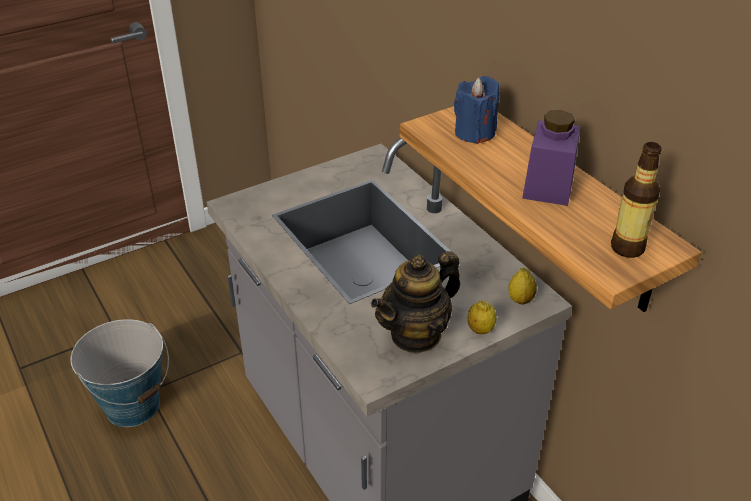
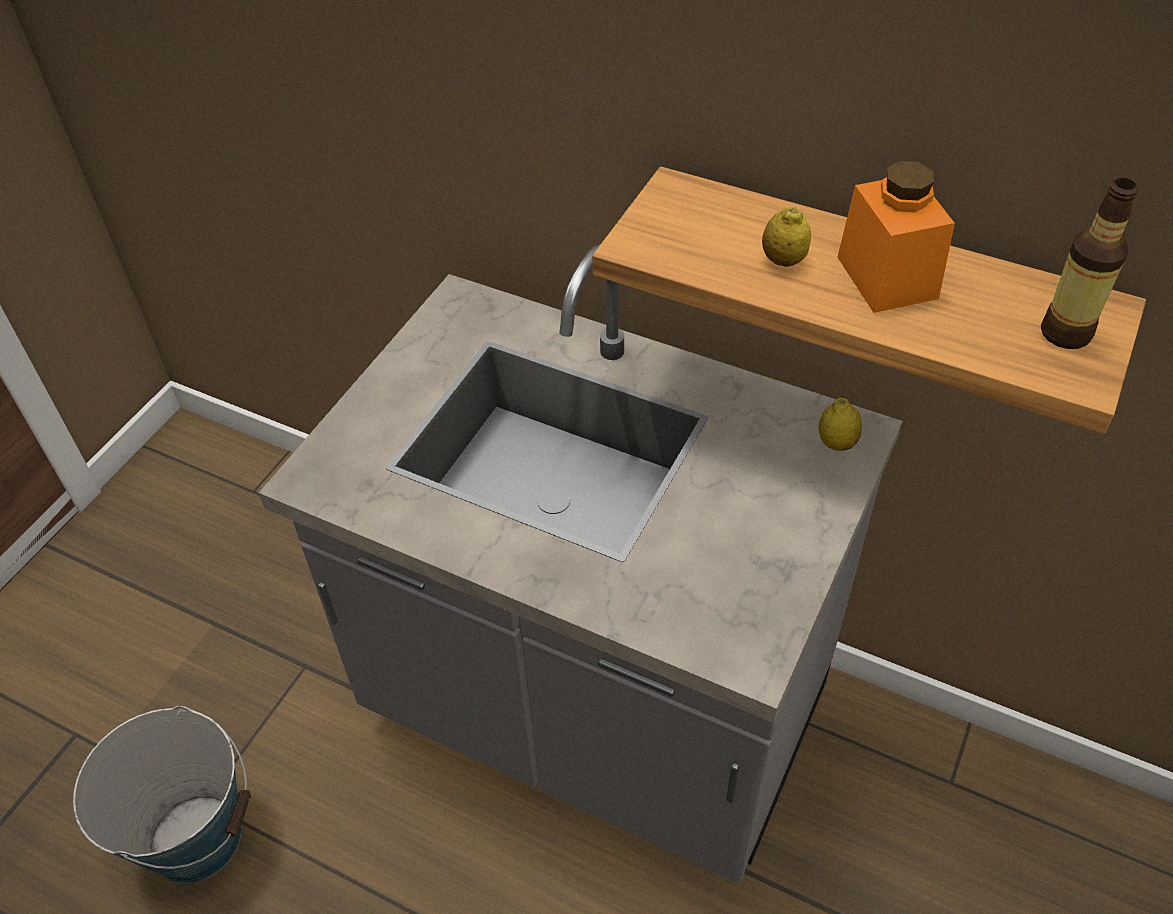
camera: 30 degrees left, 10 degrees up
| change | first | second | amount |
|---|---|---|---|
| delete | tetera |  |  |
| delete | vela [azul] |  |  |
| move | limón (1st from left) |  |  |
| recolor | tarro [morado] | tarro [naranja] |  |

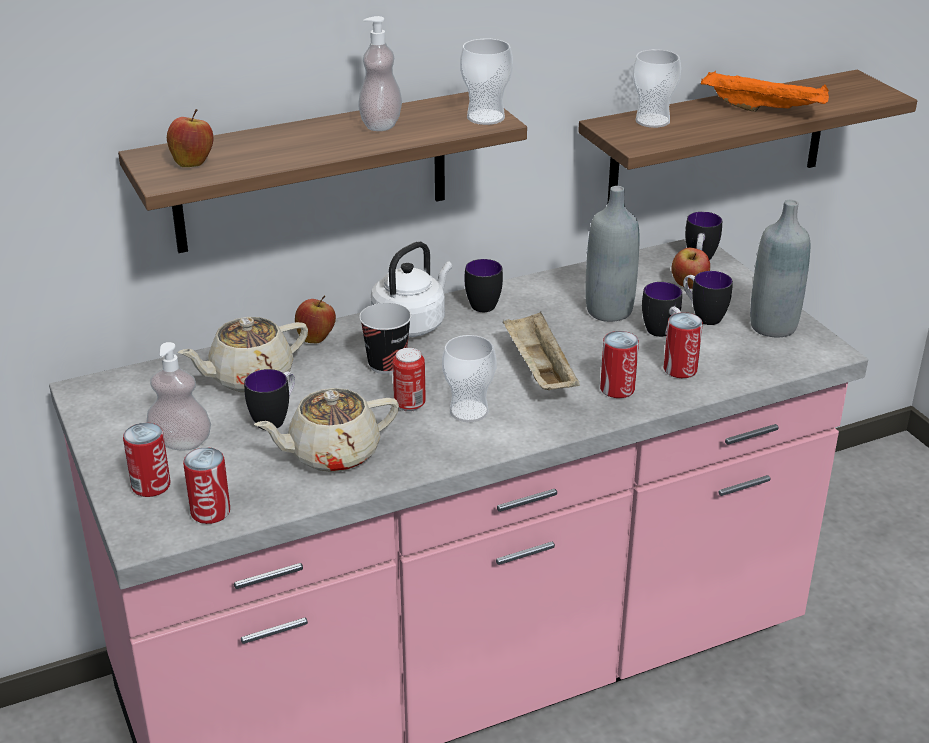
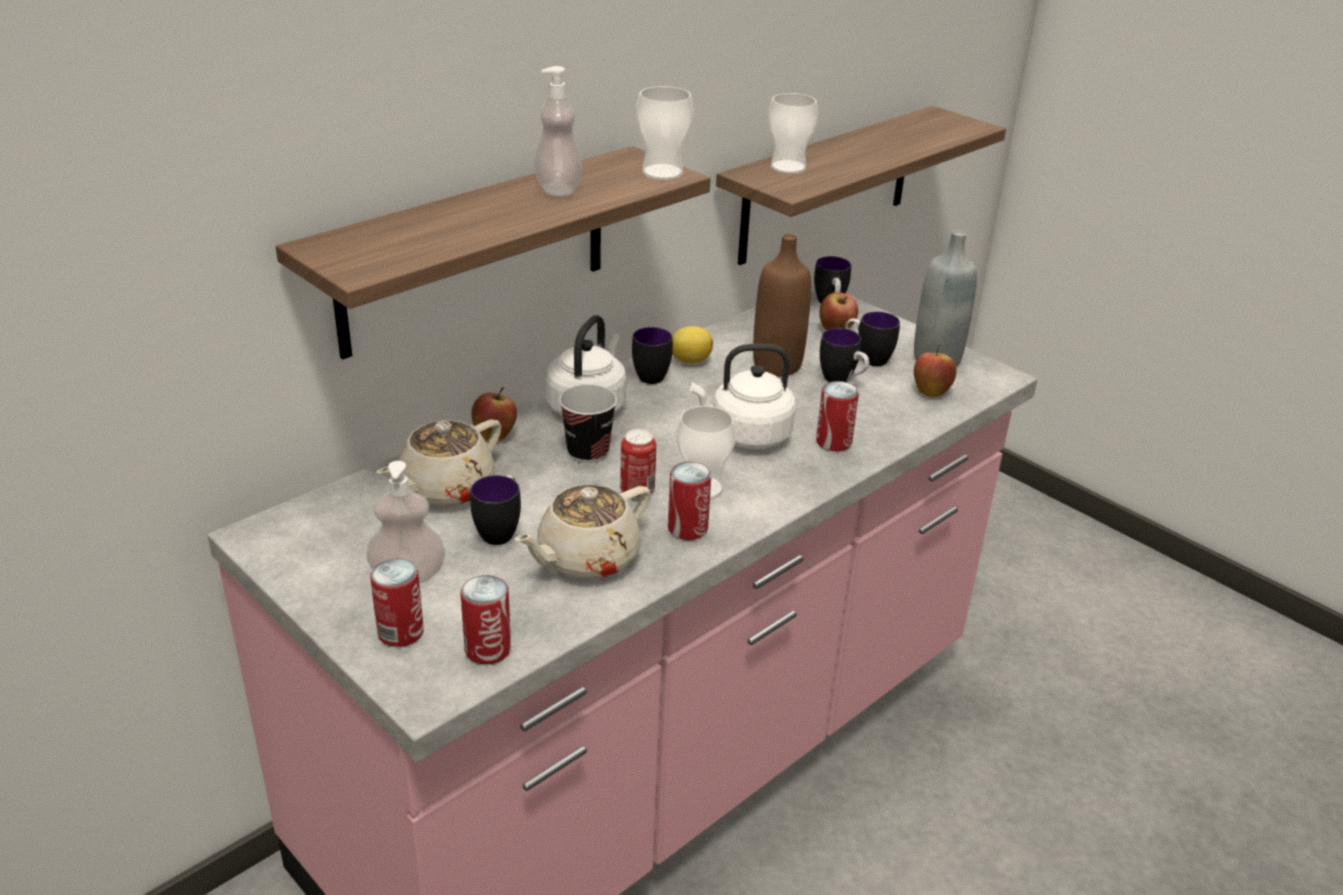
camera: 20 degrees left, 0 degrees up
| change | first | second | amount |
|---|---|---|---|
| move | manzana (1st from left in the first image) | manzana (3rd from left) |  |
| replace | bandeja [beis] | hervidor [blanco] (2nd from left) |  |
| recolor | botella [gris] (1st from left) | botella [marrón] |  |
| move | lata (5th from left in the first image) | lata (4th from left) |  |
| delete | bandeja [naranja] |  |  |
| insert |  | limón |  |

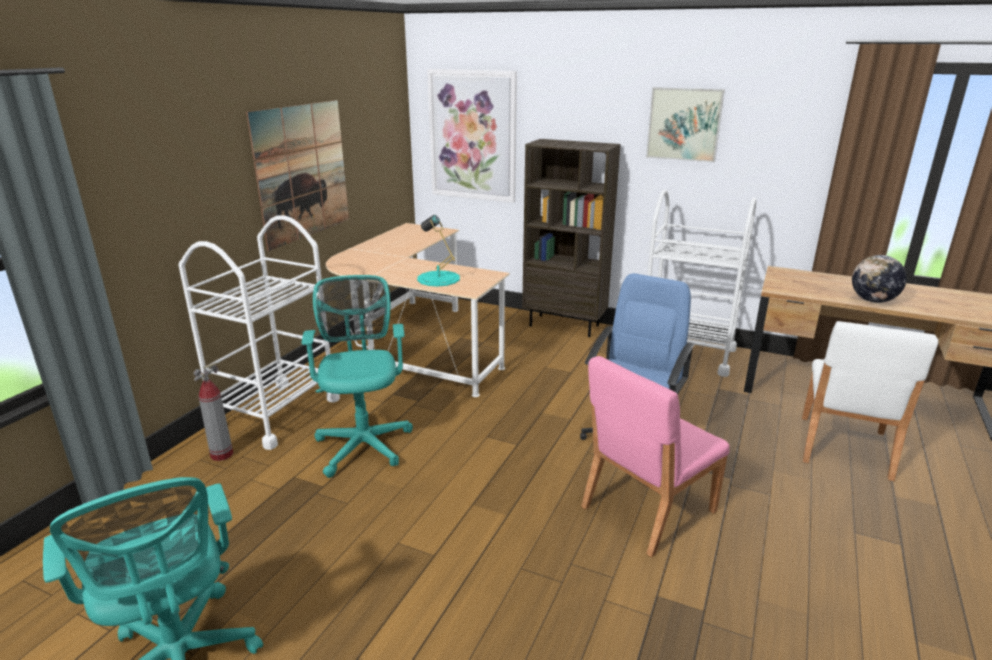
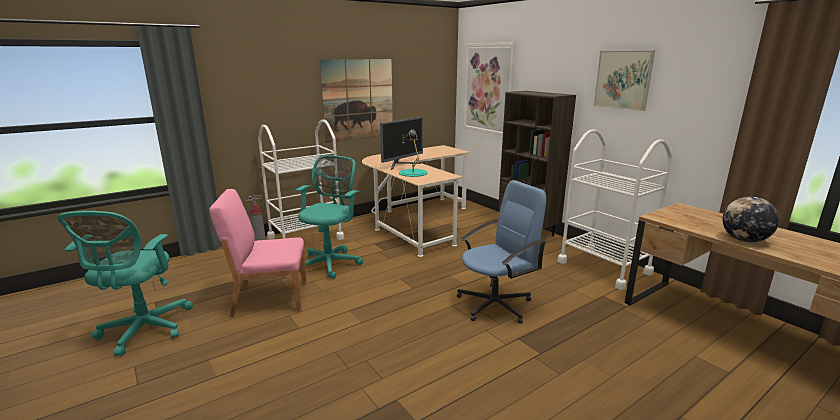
camera: 30 degrees right, 5 degrees down
| change | first | second | amount |
|---|---|---|---|
| move | silla [rosa] |  |  |
| delete | silla [blanco] |  |  |
| insert |  | monitor |  |

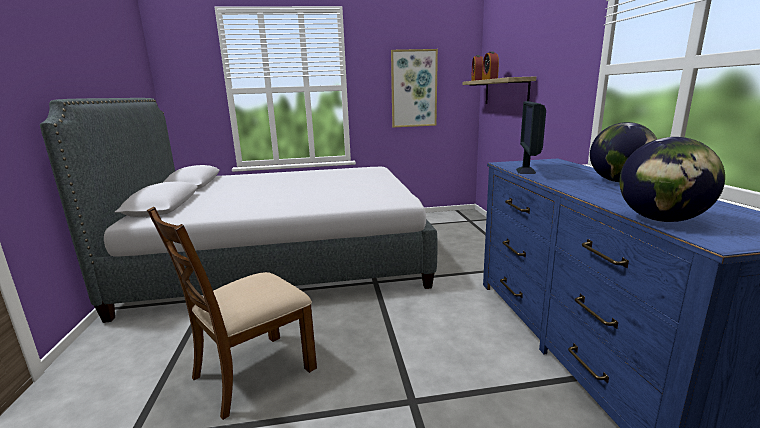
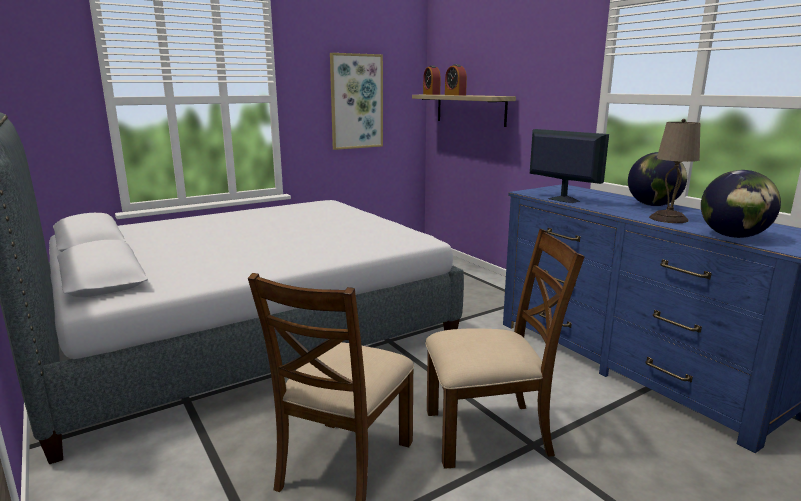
camera: 25 degrees left, 0 degrees up
| change | first | second | amount |
|---|---|---|---|
| rotate | monitor |  | 150 degrees clockwise |
| insert |  | silla [marrón] (2nd from left) |  |
| insert |  | lámpara de mesa [beis] |  |

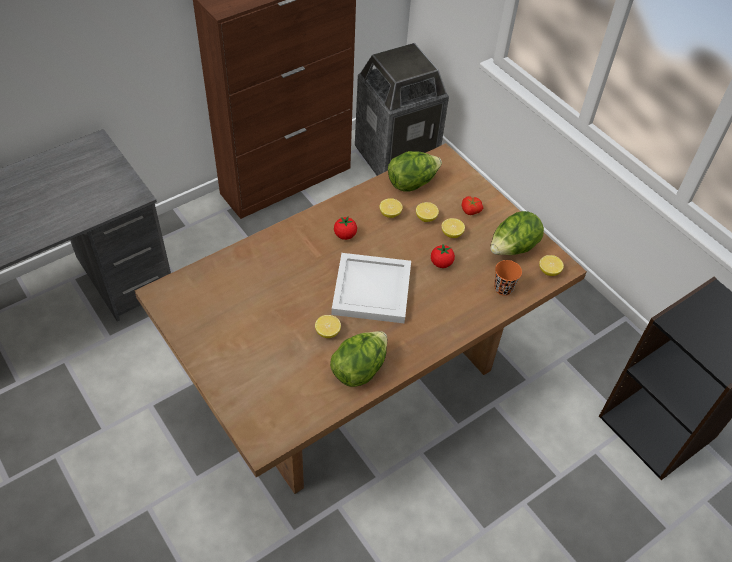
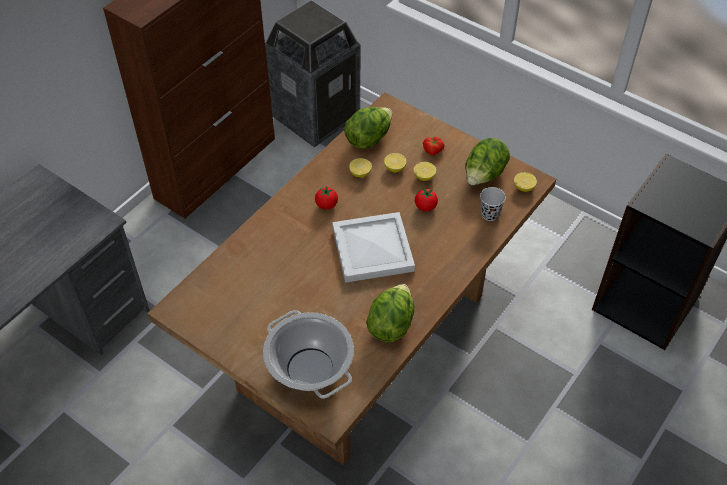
camera: 15 degrees left, 0 degrees up
| change | first | second | amount |
|---|---|---|---|
| delete | limón (1st from left) |  |  |
| recolor | taza [naranja] | taza [negro] |  |
| insert |  | olla |  |

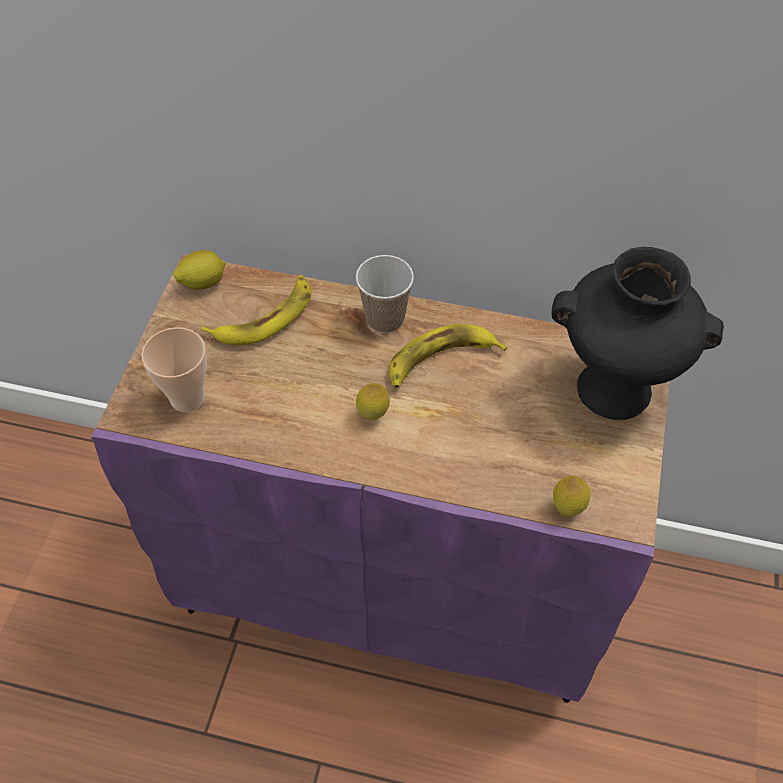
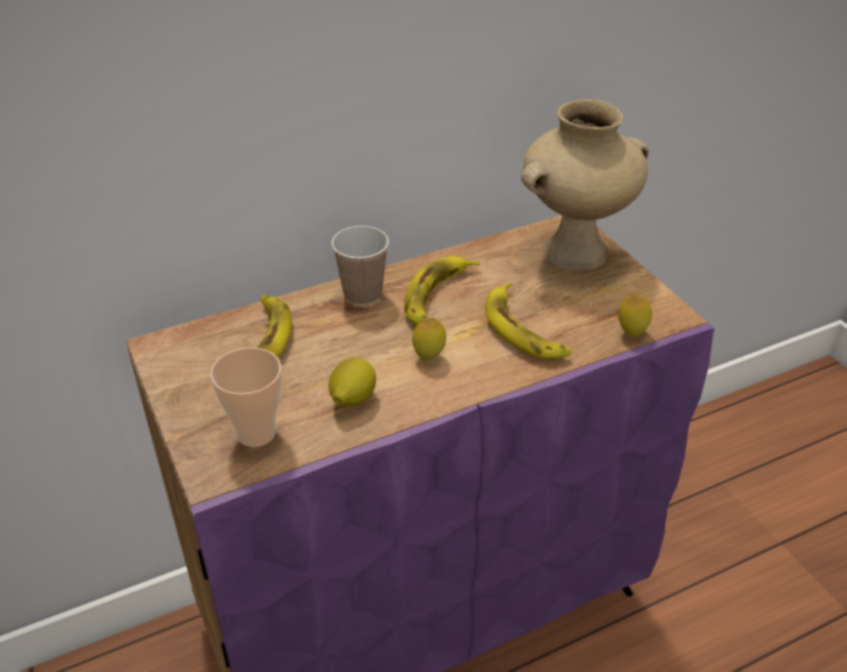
camera: 40 degrees left, 15 degrees down
| change | first | second | amount |
|---|---|---|---|
| move | limón (1st from left) |  |  |
| recolor | florero [negro] | florero [beis] |  |
| insert |  | plátano (3rd from left) |  |

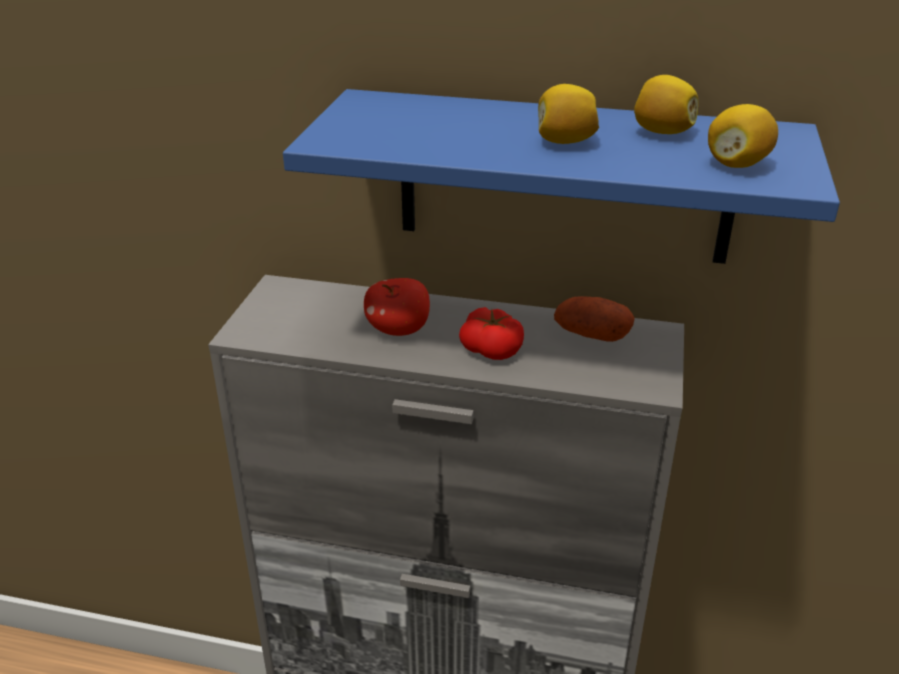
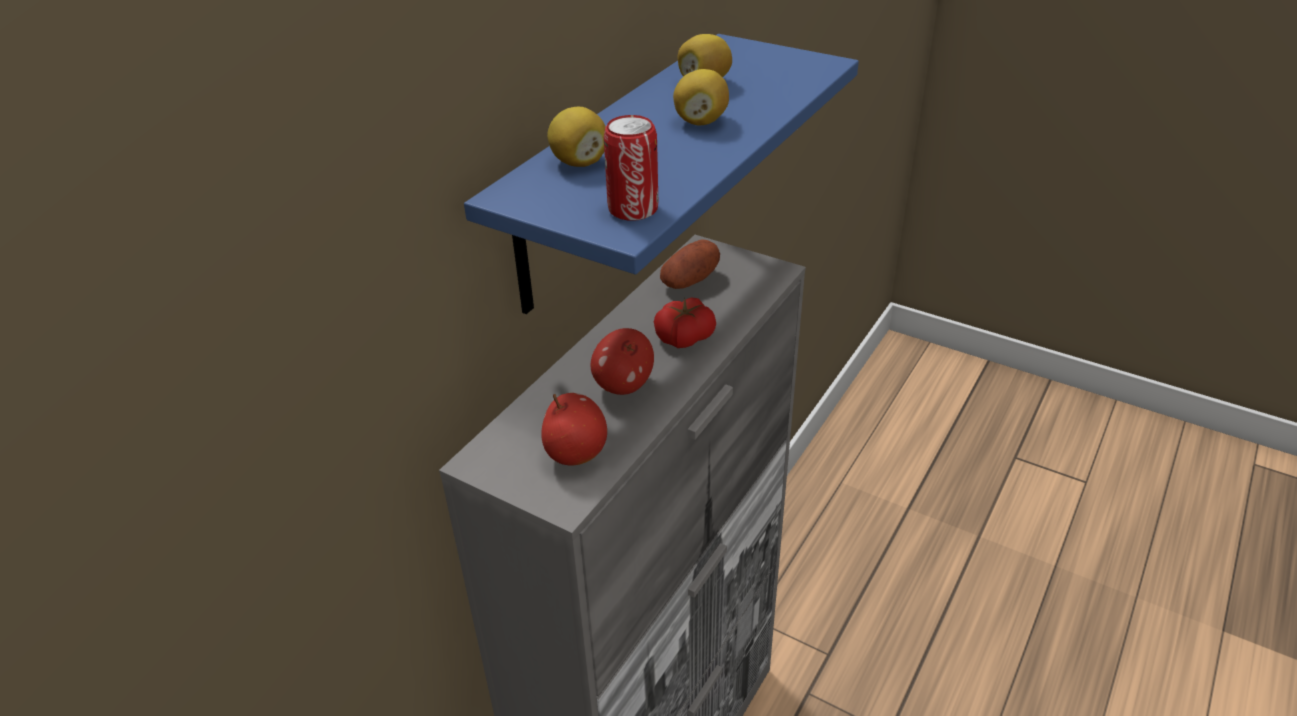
camera: 70 degrees left, 5 degrees up
| change | first | second | amount |
|---|---|---|---|
| move | limón (3rd from left in the first image) | limón (1st from left) |  |
| insert |  | manzana (1st from left) |  |
| insert |  | lata |  |

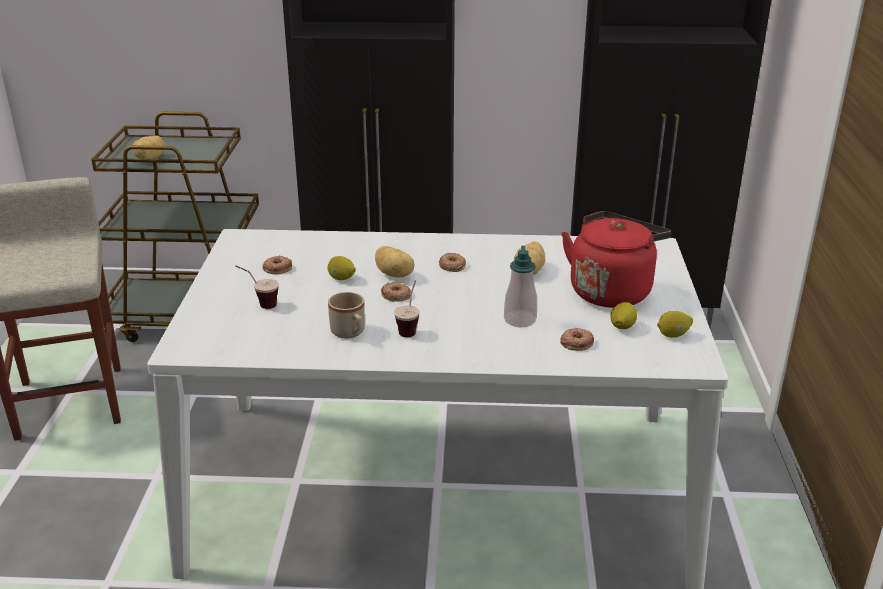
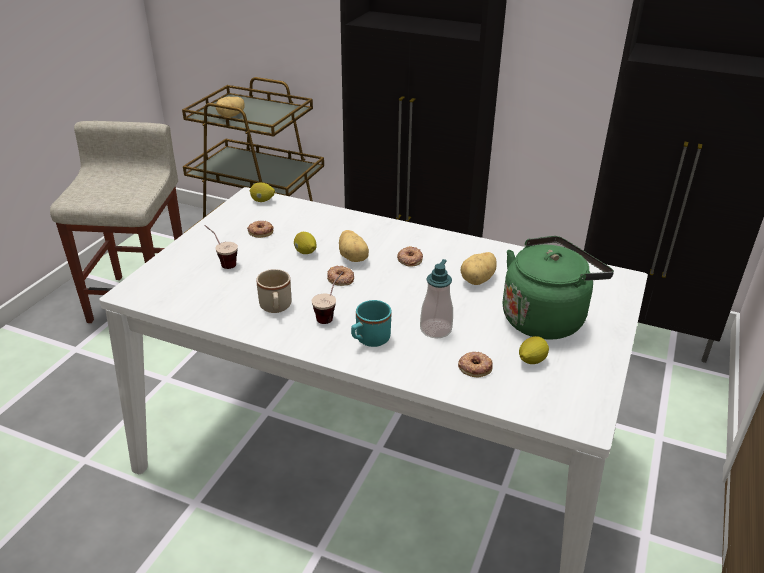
camera: 20 degrees right, 5 degrees up
| change | first | second | amount |
|---|---|---|---|
| recolor | hervidor [rojo] | hervidor [verde] |  |
| move | limón (3rd from left in the first image) | limón (1st from left) |  |
| insert |  | taza grande [turquesa] |  |

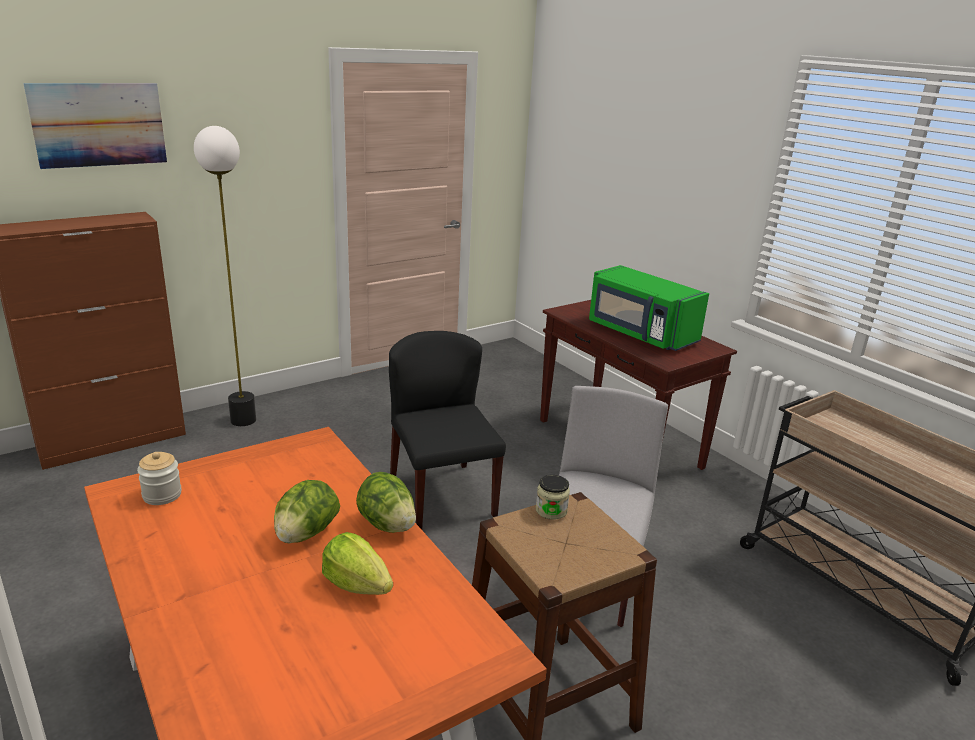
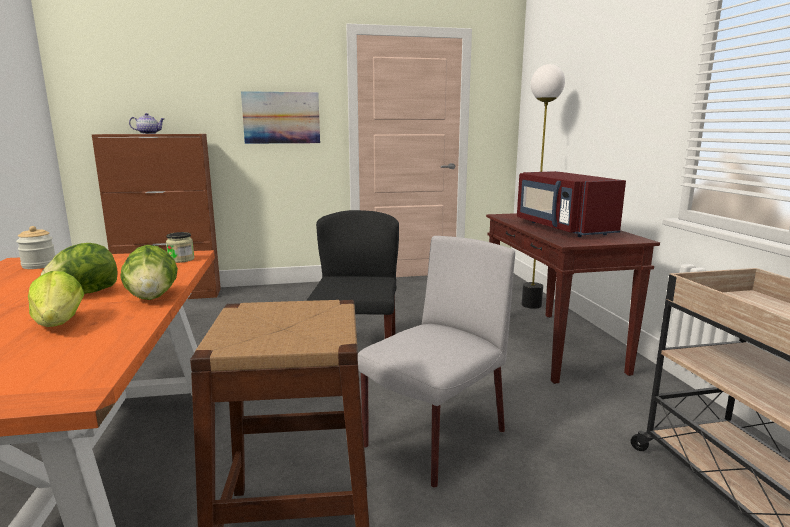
camera: 25 degrees right, 10 degrees down
| change | first | second | amount |
|---|---|---|---|
| move | cuadro |  |  |
| move | lámpara de pie |  |  |
| move | tarro (2nd from left) |  |  |
| recolor | microondas [verde] | microondas [rojo] |  |
| insert |  | tetera |  |

